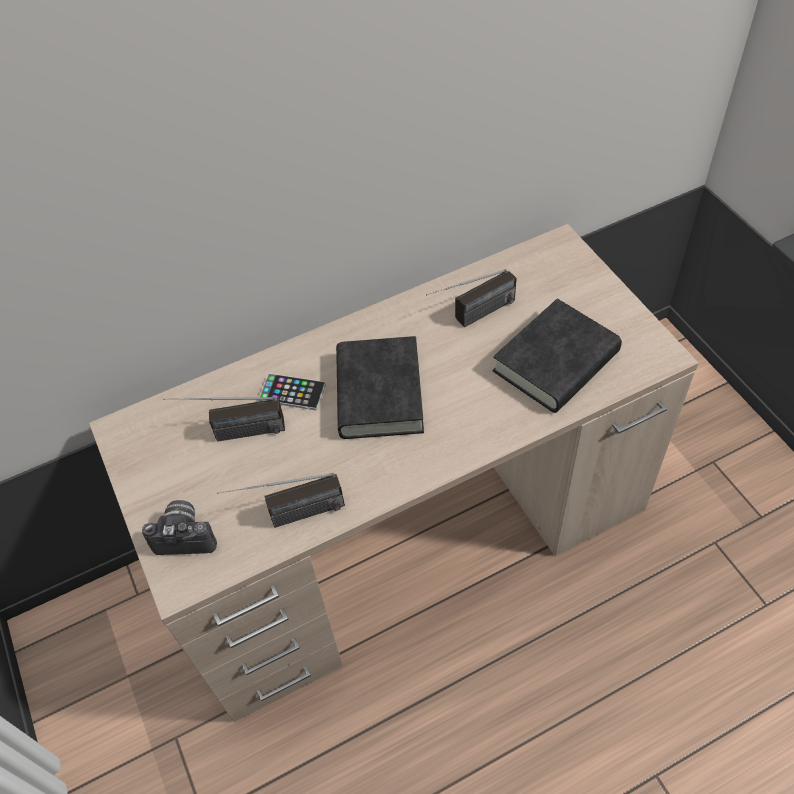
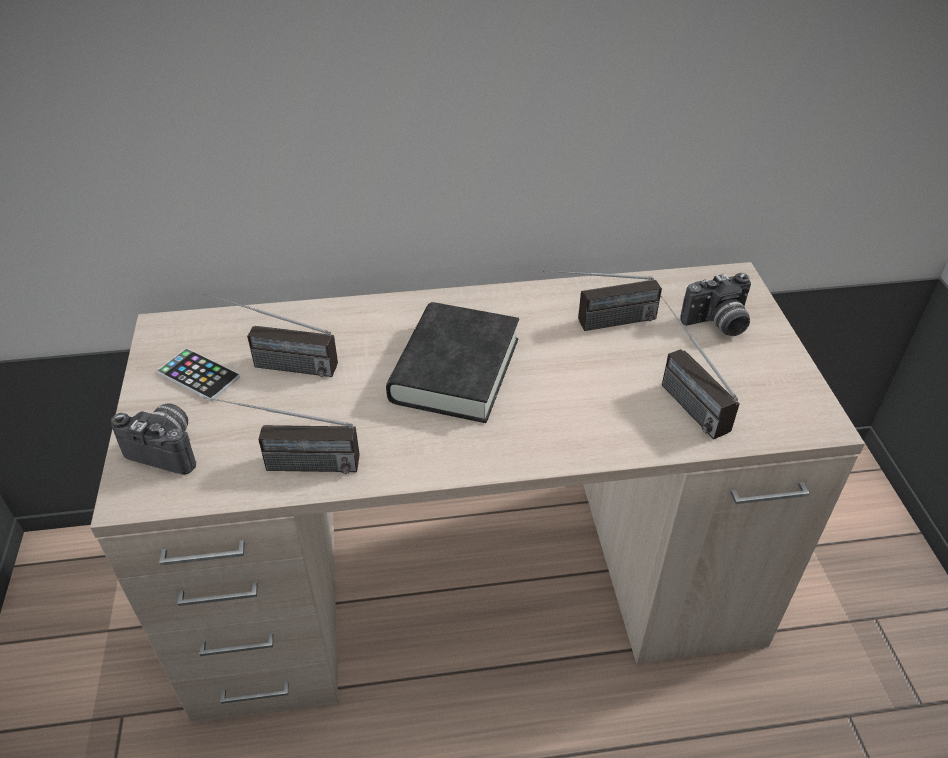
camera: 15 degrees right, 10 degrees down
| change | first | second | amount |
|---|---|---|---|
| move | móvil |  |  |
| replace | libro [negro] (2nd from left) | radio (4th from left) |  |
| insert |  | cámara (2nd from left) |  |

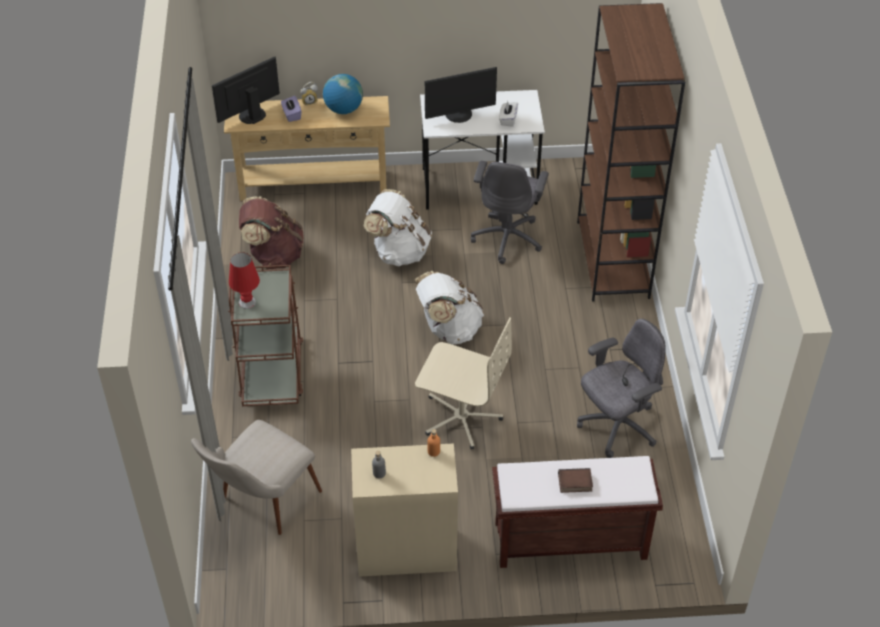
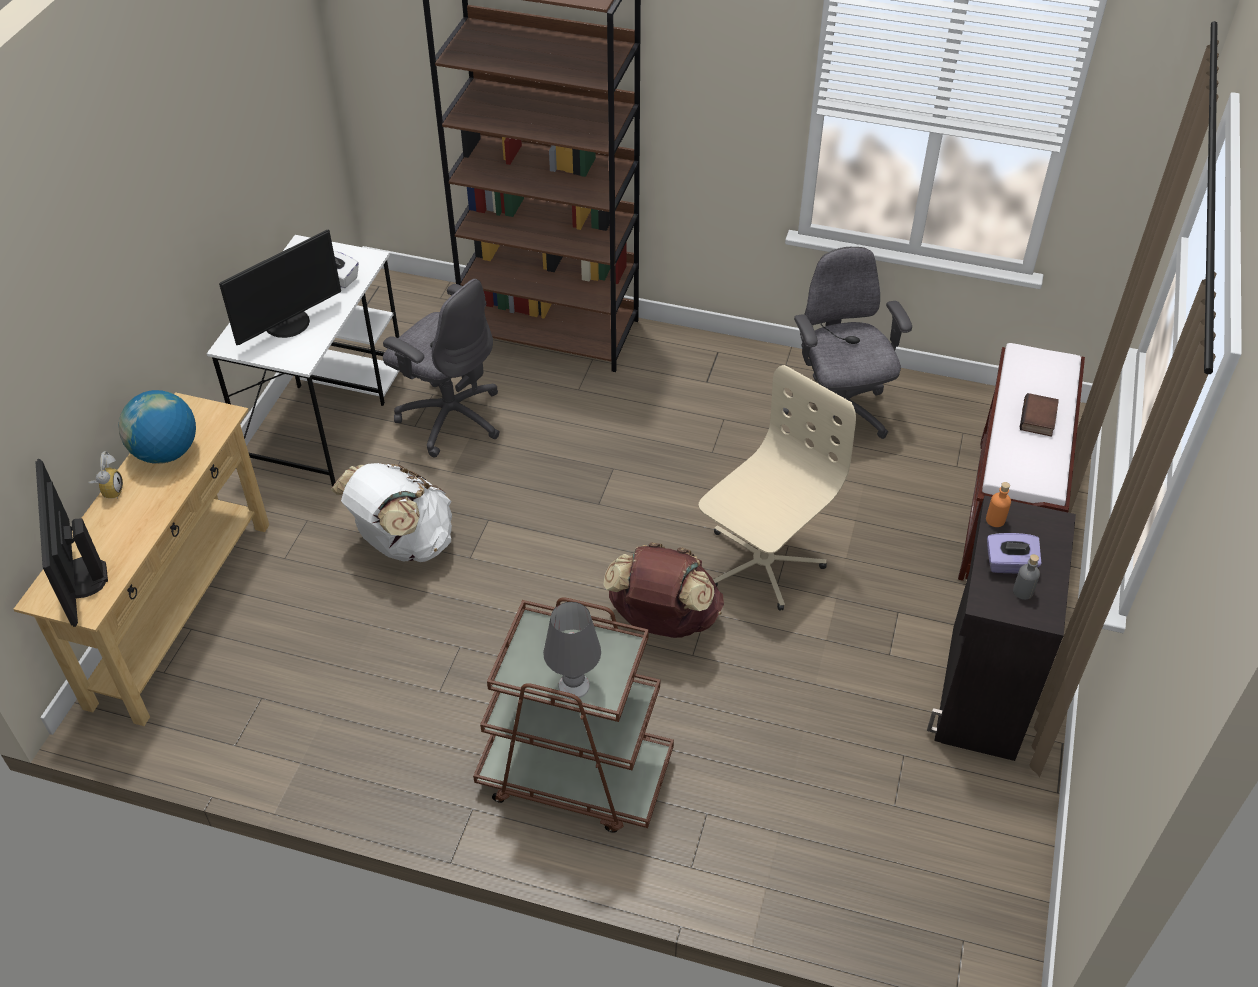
camera: 70 degrees left, 0 degrees up
| change | first | second | amount |
|---|---|---|---|
| delete | silla [beis] |  |  |
| recolor | lámpara de mesa [rojo] | lámpara de mesa [gris] |  |
| move | mochila [marrón] |  |  |
| move | caja de pañuelos [morado] |  |  |
| recolor | armario [beis] | armario [negro] |  |
| delete | mochila [blanco] (2nd from left) |  |  |
| rotate | monitor (2nd from left) |  | 45 degrees clockwise |

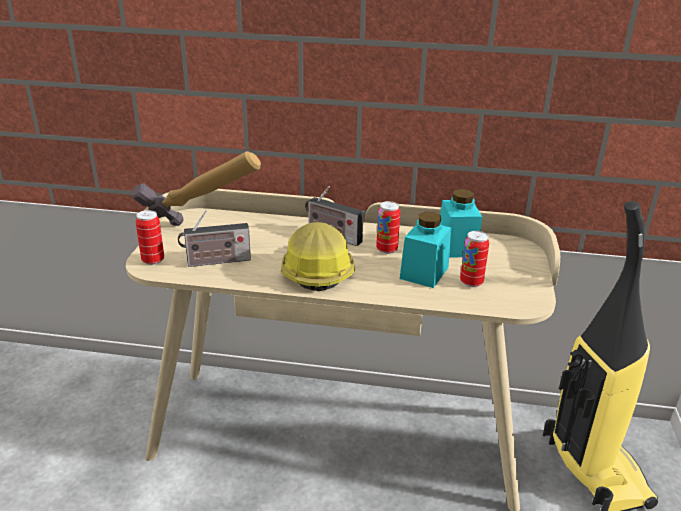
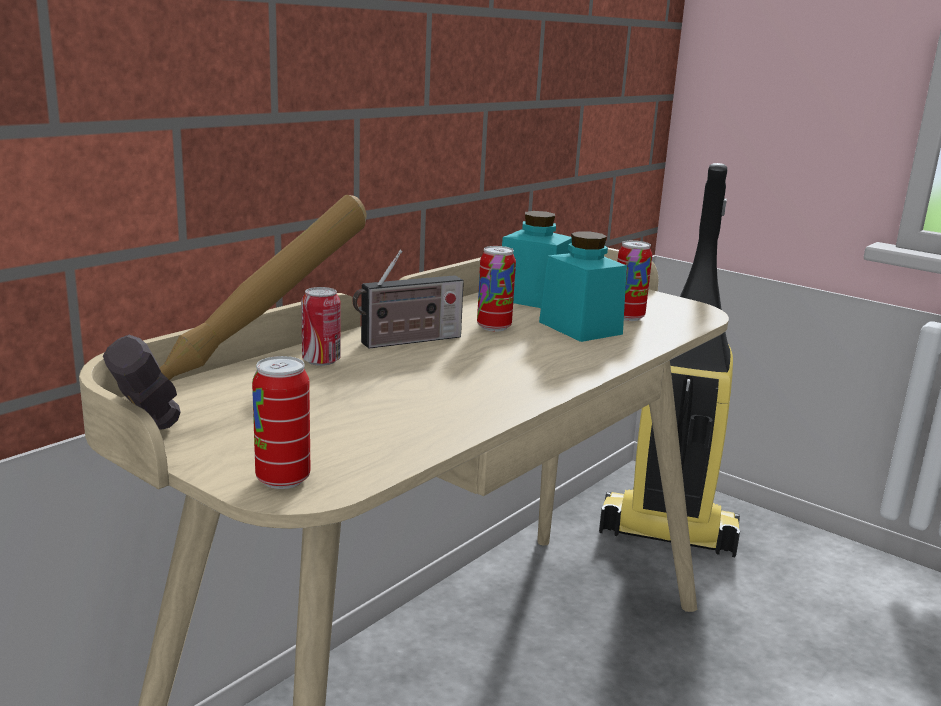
camera: 60 degrees left, 10 degrees down
| change | first | second | amount |
|---|---|---|---|
| delete | radio (1st from left) |  |  |
| delete | casco |  |  |
| insert |  | lata (2nd from left) |  |

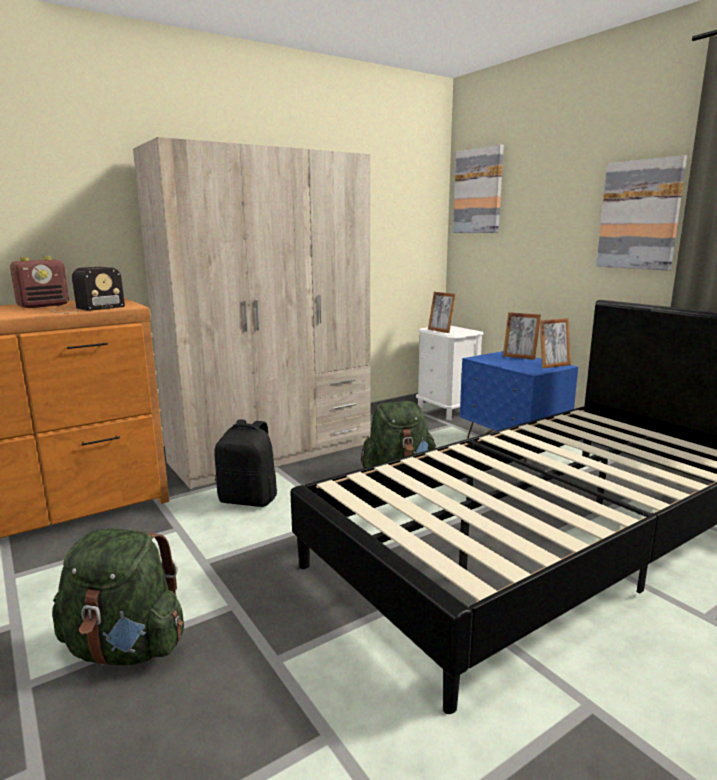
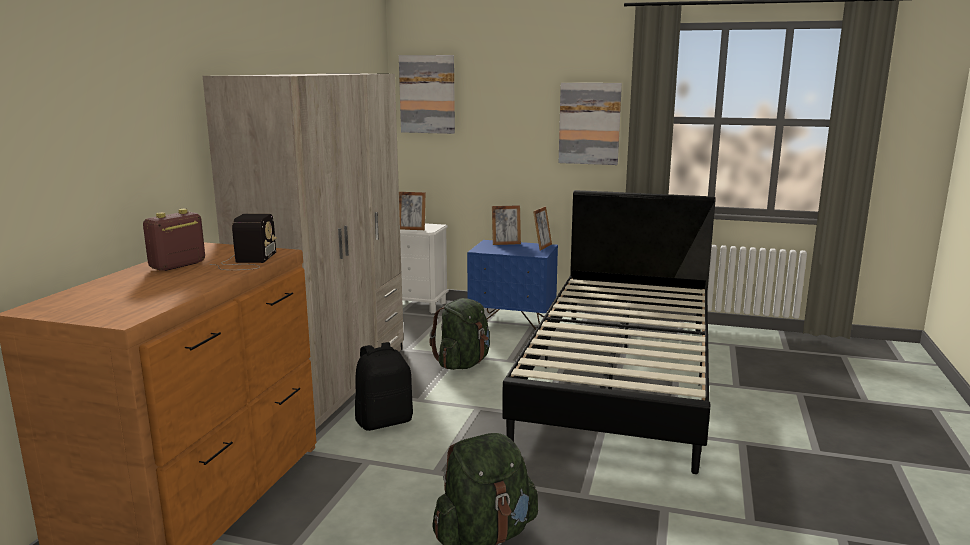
camera: 40 degrees left, 0 degrees up
| change | first | second | amount |
|---|---|---|---|
| rotate | radio (1st from left) |  | 150 degrees counterclockwise |

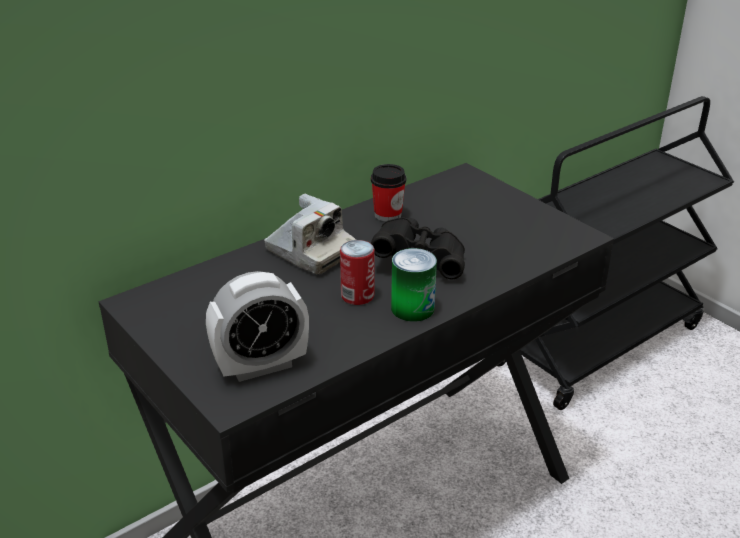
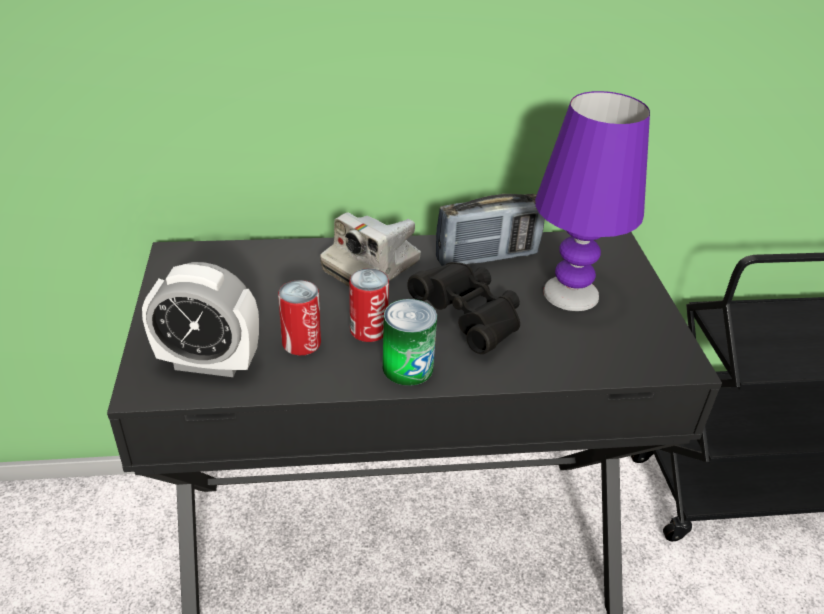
camera: 30 degrees right, 5 degrees up
| change | first | second | amount |
|---|---|---|---|
| rotate | cámara |  | 60 degrees clockwise |
| replace | taza | radio |  |
| insert |  | lata (1st from left) |  |
| insert |  | lámpara de mesa [morado] |  |

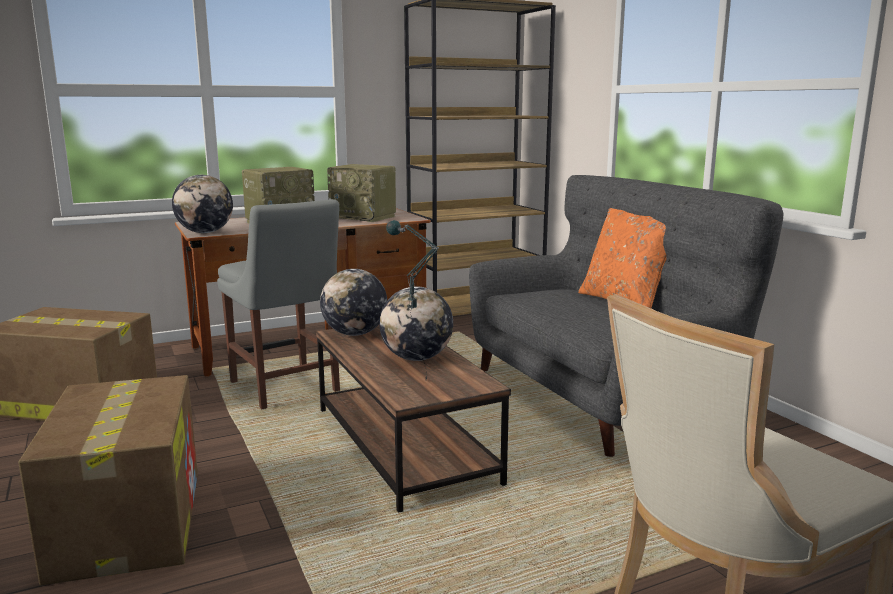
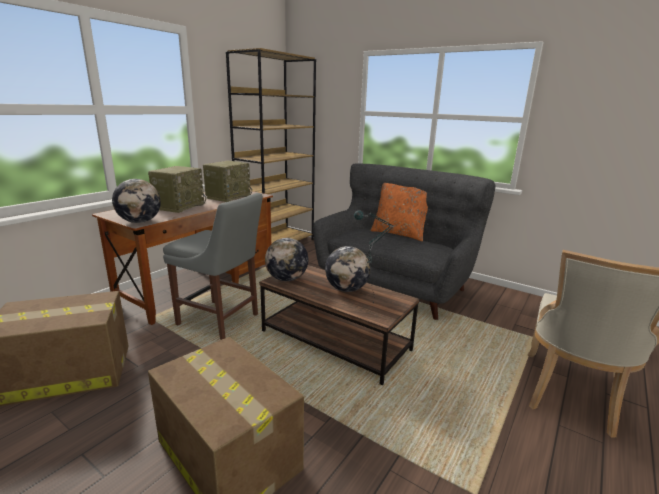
camera: 30 degrees left, 5 degrees up
| change | first | second | amount |
|---|---|---|---|
| rotate | radio (2nd from left) |  | 60 degrees counterclockwise |

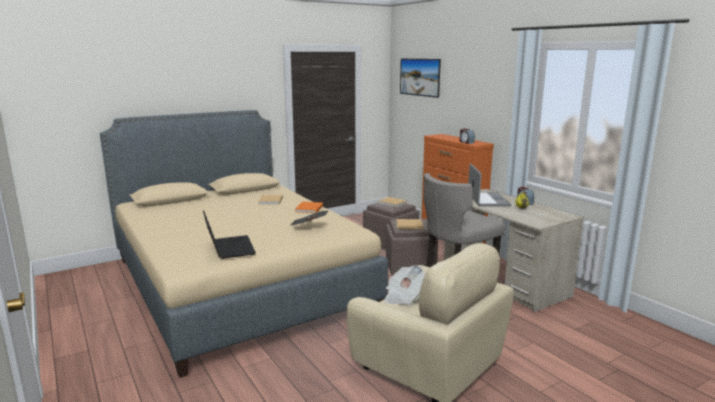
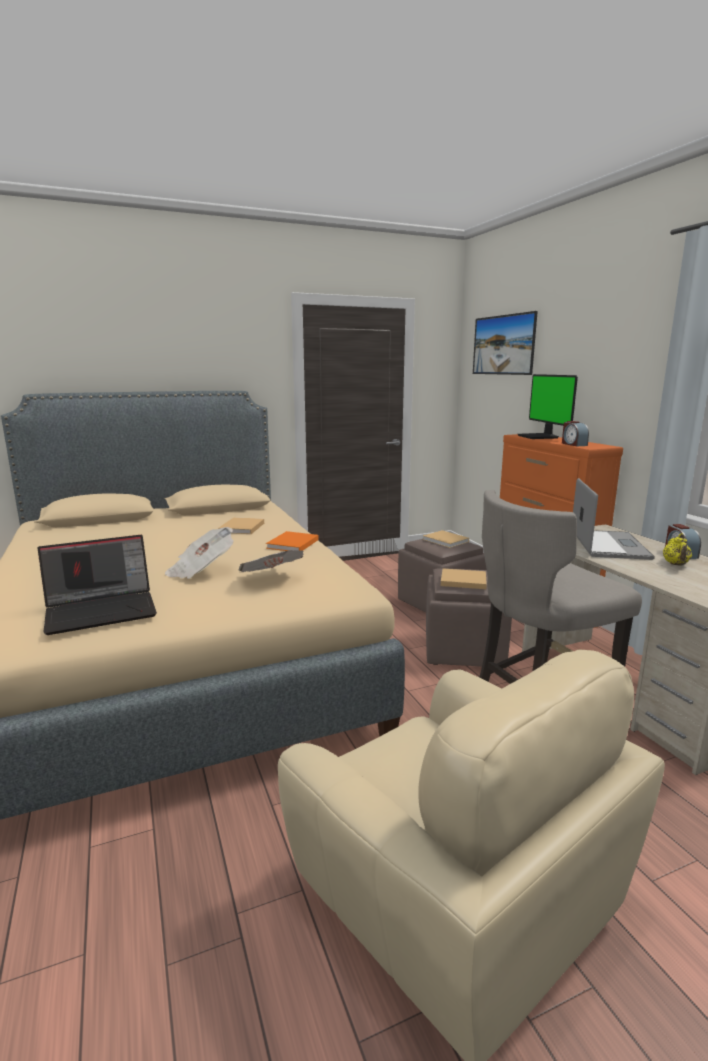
camera: 10 degrees right, 0 degrees up
| change | first | second | amount |
|---|---|---|---|
| rotate | portátil (1st from left) |  | 75 degrees clockwise |
| move | periódico (2nd from left in the first image) | periódico (1st from left) |  |
| insert |  | monitor |  |

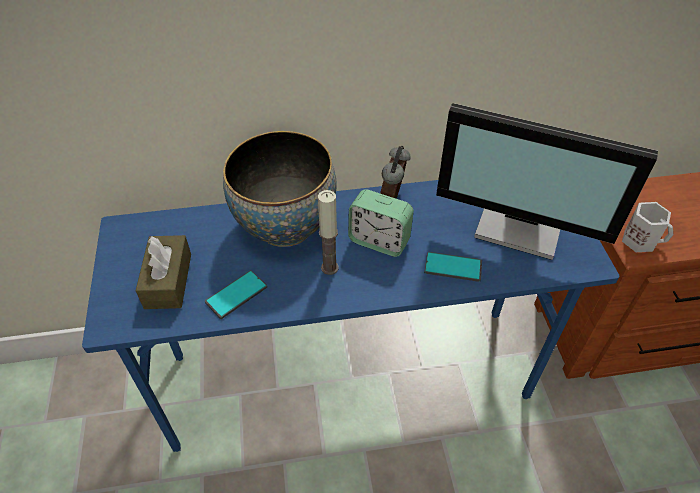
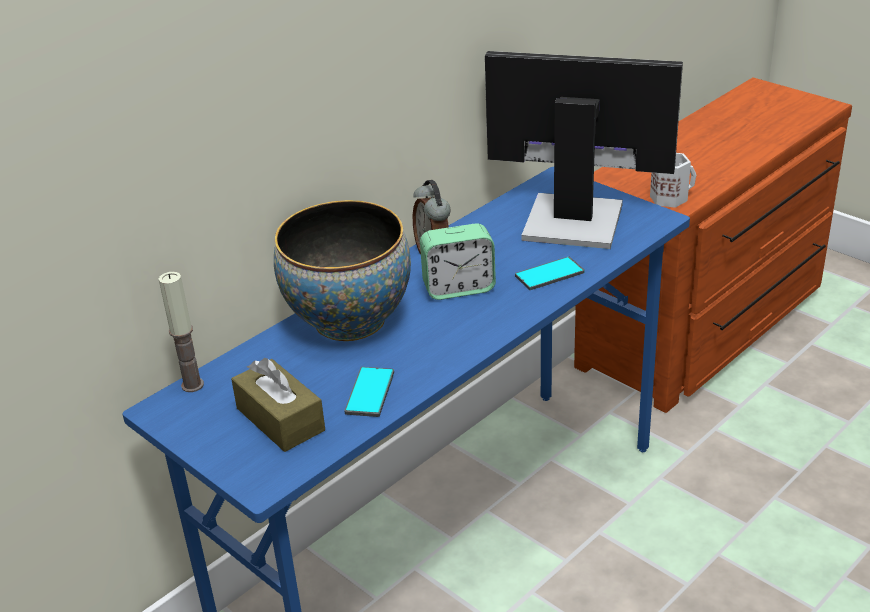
camera: 35 degrees left, 15 degrees down
| change | first | second | amount |
|---|---|---|---|
| move | vela |  |  |
| rotate | monitor |  | 150 degrees counterclockwise |

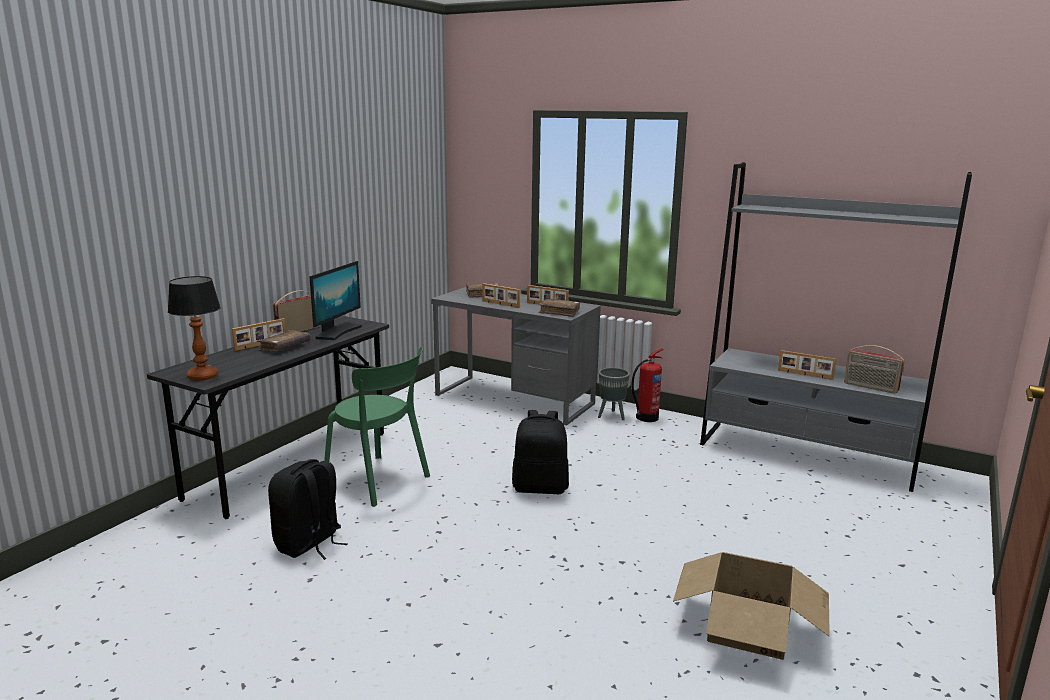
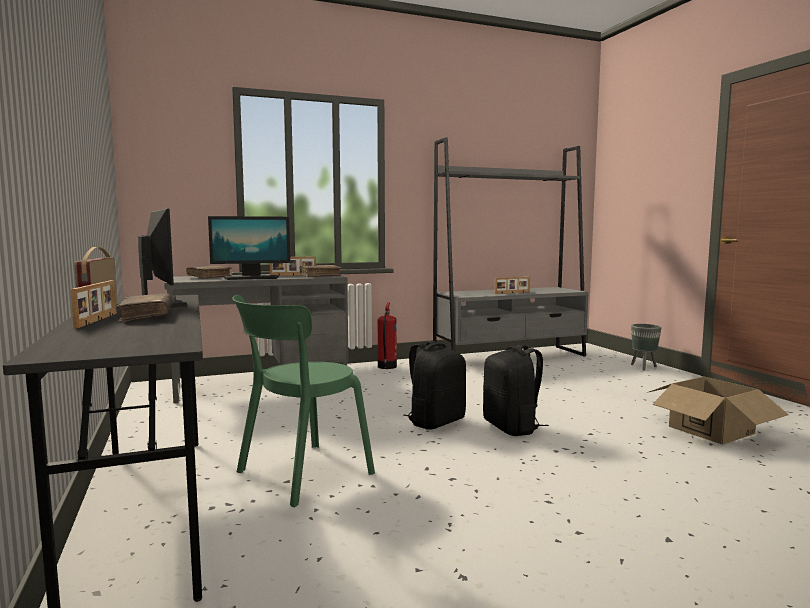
camera: 50 degrees left, 10 degrees down
| change | first | second | amount |
|---|---|---|---|
| delete | lámpara de mesa |  |  |
| move | mochila [negro] (1st from left in the first image) | mochila [negro] (2nd from left) |  |
| rotate | silla [verde] |  | 150 degrees clockwise |
| replace | portarretratos (2nd from left) | monitor (2nd from left) |  |
| move | maceta [gris] |  |  |
| delete | radio (2nd from left) |  |  |

